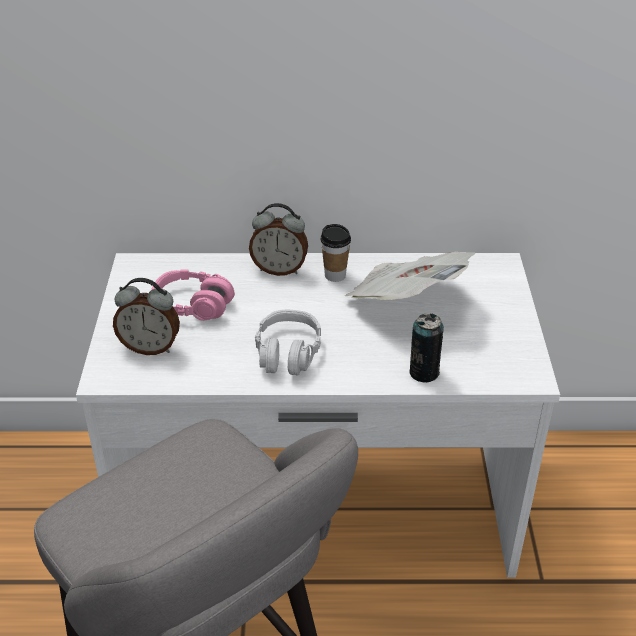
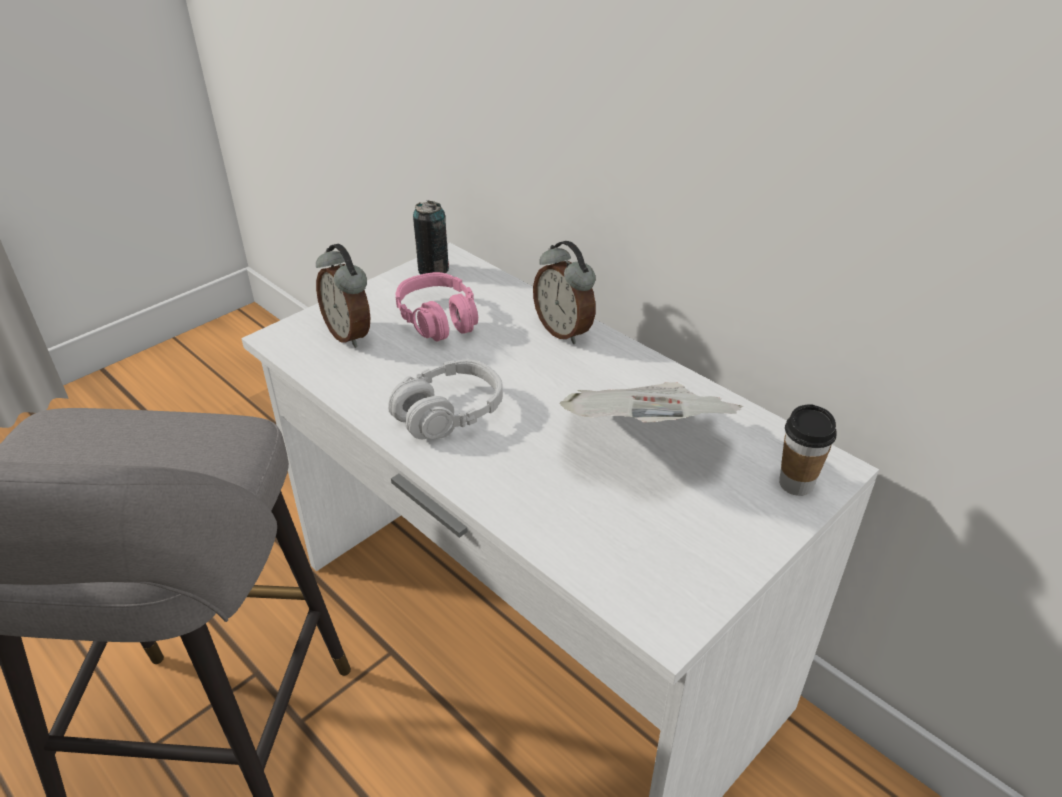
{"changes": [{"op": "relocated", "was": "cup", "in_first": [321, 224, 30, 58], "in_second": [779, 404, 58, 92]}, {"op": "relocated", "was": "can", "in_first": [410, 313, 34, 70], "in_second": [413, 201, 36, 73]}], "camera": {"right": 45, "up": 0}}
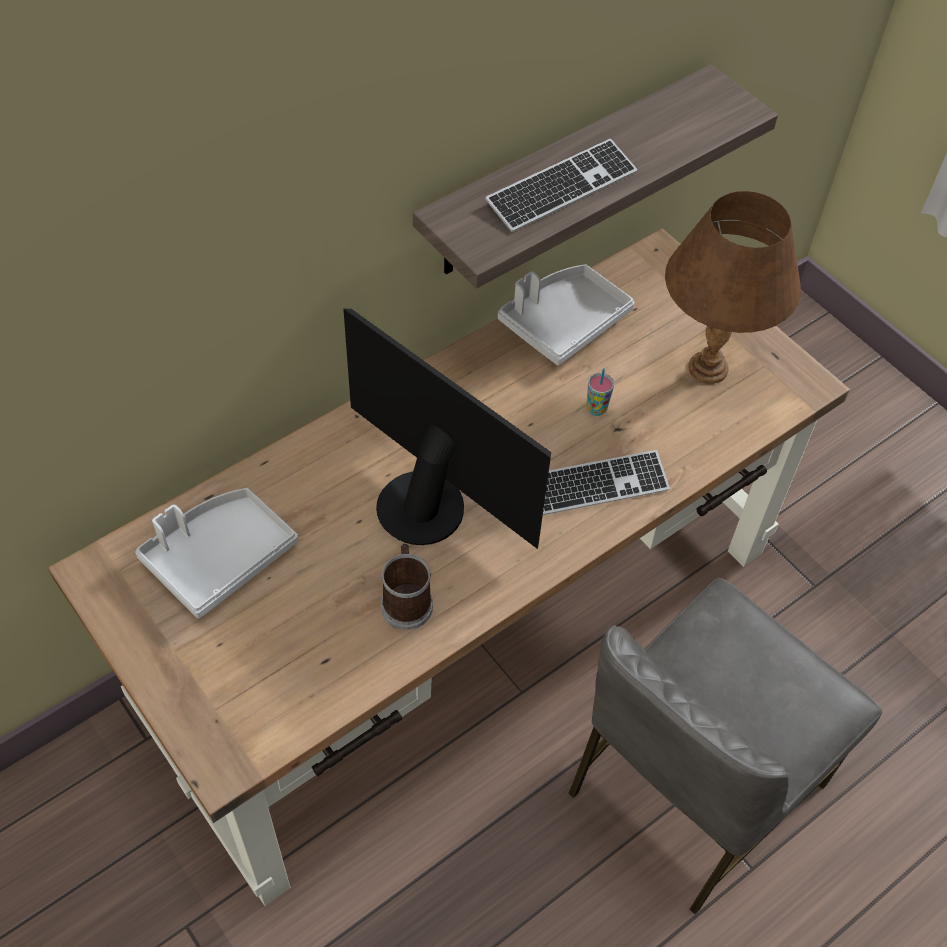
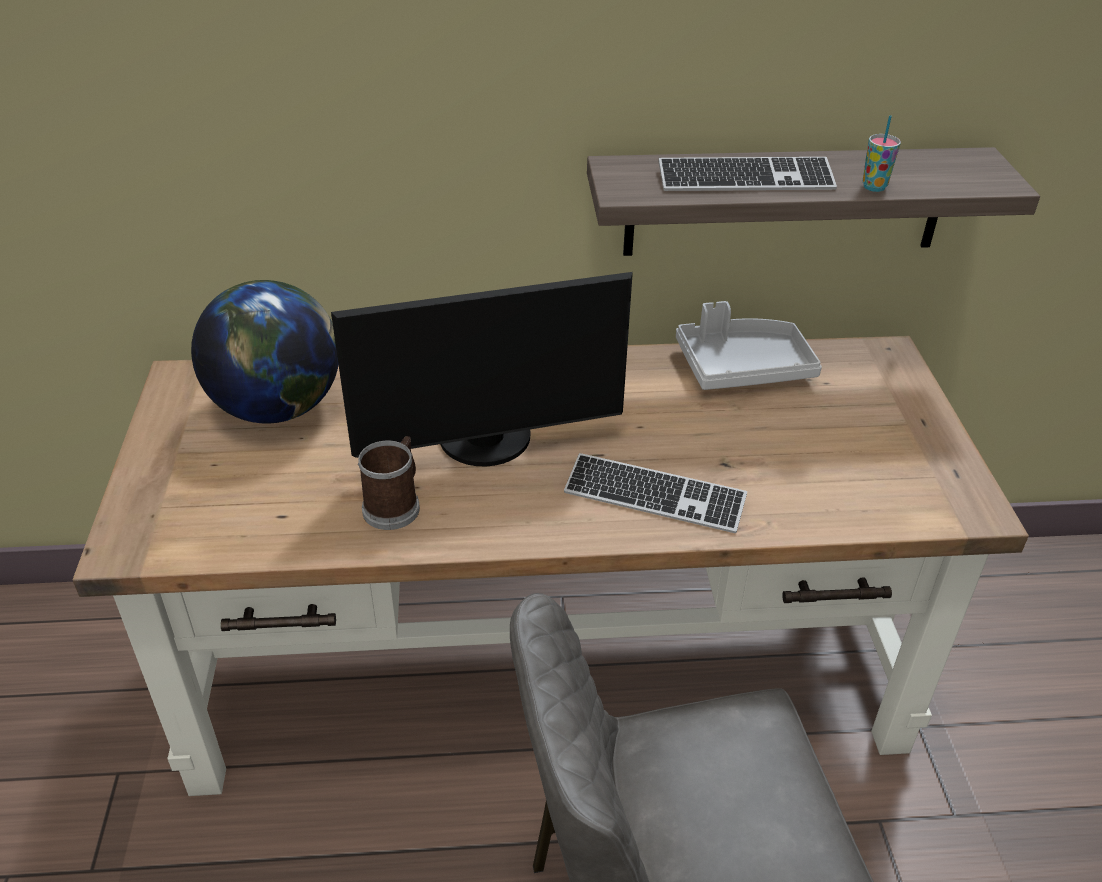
{"changes": [{"op": "missing", "was": "brown table lamp", "in_first": [665, 191, 136, 193]}, {"op": "spun", "was": "monitor", "in_first": [343, 309, 208, 240], "in_second": [331, 272, 302, 194], "clockwise": 90}, {"op": "relocated", "was": "cup", "in_first": [586, 368, 28, 48], "in_second": [863, 115, 38, 77]}, {"op": "exchanged", "was": "grey tray", "now": "globe", "in_first": [135, 488, 163, 130], "in_second": [191, 280, 147, 143]}], "camera": {"right": 35, "up": -15}}
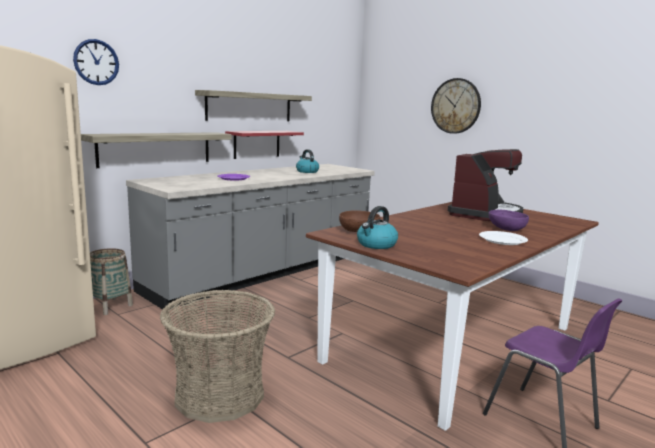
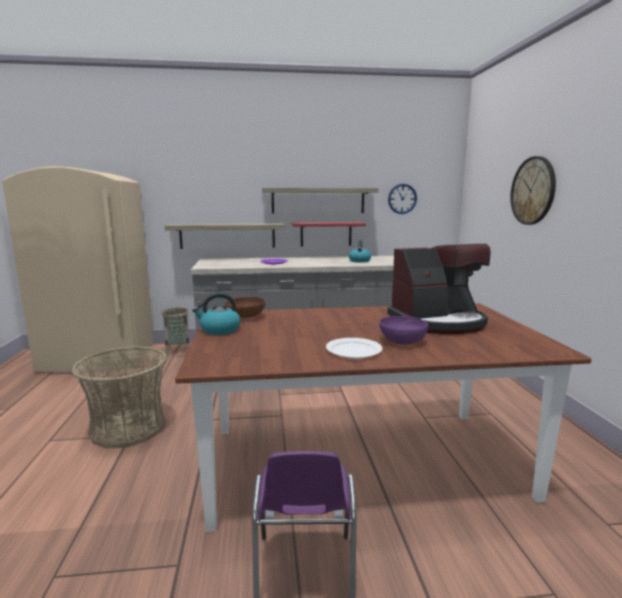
{"changes": [{"op": "relocated", "was": "wall clock", "in_first": [73, 39, 46, 46], "in_second": [388, 184, 29, 30]}], "camera": {"right": 40, "up": 0}}
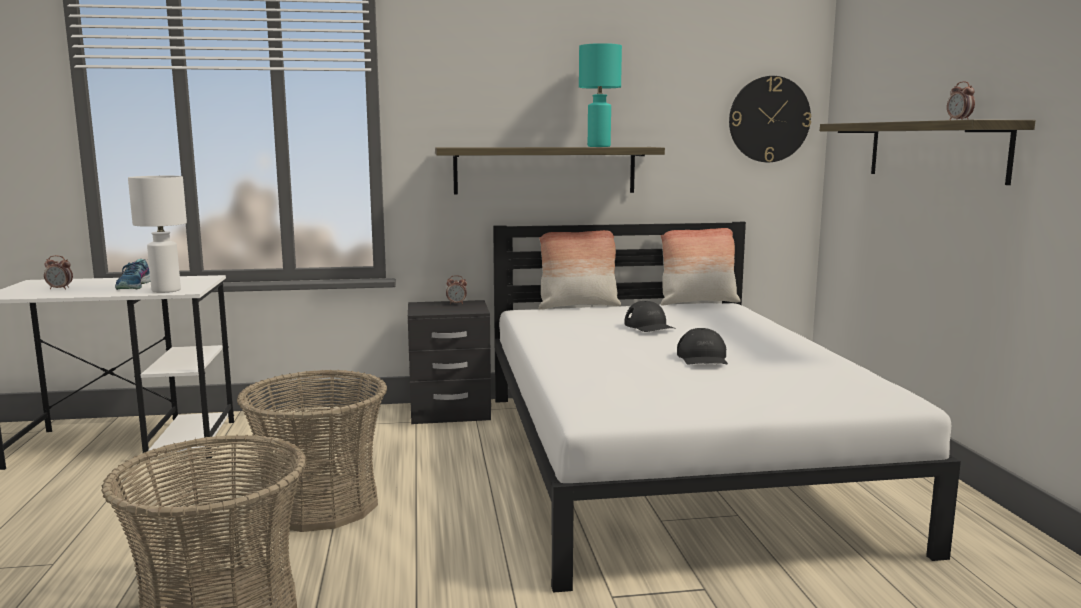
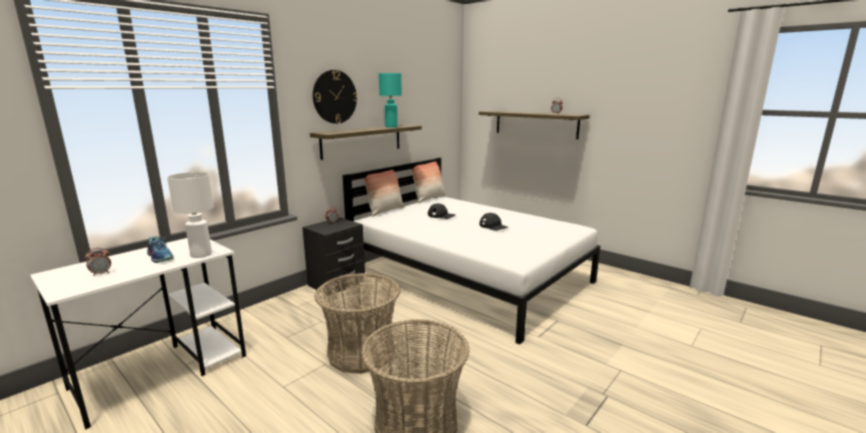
{"changes": [{"op": "relocated", "was": "wall clock", "in_first": [729, 76, 82, 86], "in_second": [313, 70, 45, 54]}], "camera": {"right": -40, "up": 5}}
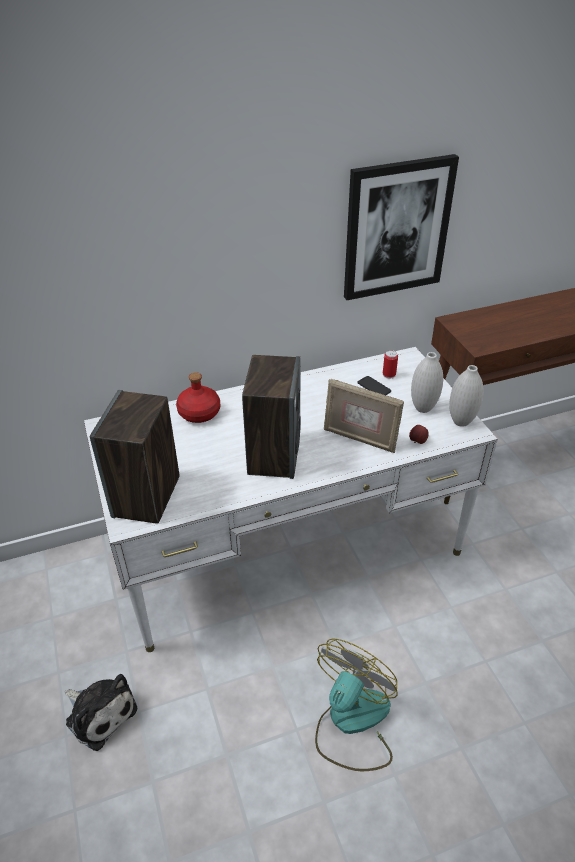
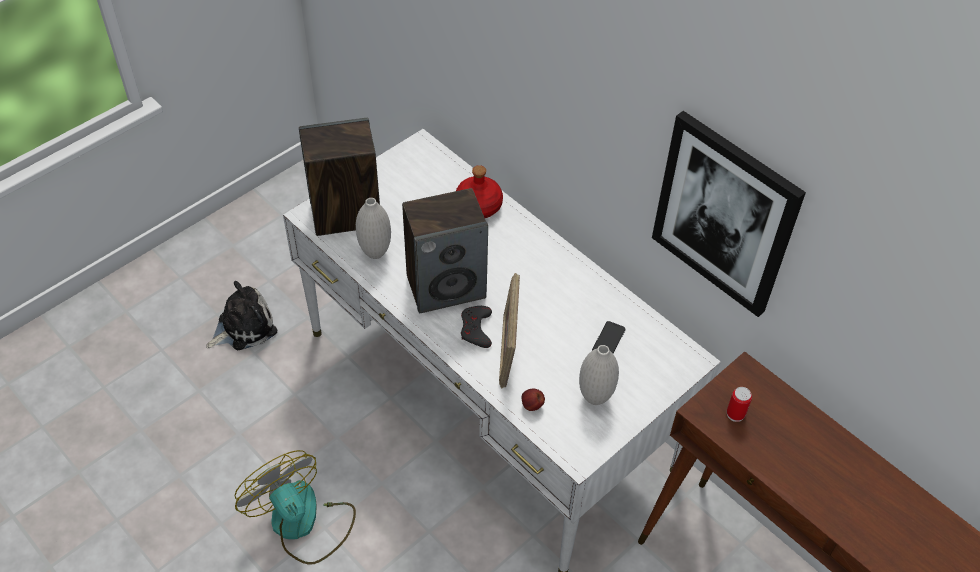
{"changes": [{"op": "relocated", "was": "can", "in_first": [383, 350, 15, 29], "in_second": [727, 387, 25, 35]}, {"op": "relocated", "was": "white vase", "in_first": [449, 365, 35, 62], "in_second": [356, 198, 35, 61]}, {"op": "spun", "was": "fan", "in_first": [315, 639, 83, 132], "in_second": [235, 450, 121, 115], "clockwise": -135}, {"op": "spun", "was": "plush toy", "in_first": [65, 674, 72, 77], "in_second": [206, 281, 71, 69], "clockwise": -135}, {"op": "appeared", "now": "grey game controller", "in_second": [461, 306, 31, 42]}], "camera": {"right": 65, "up": 10}}
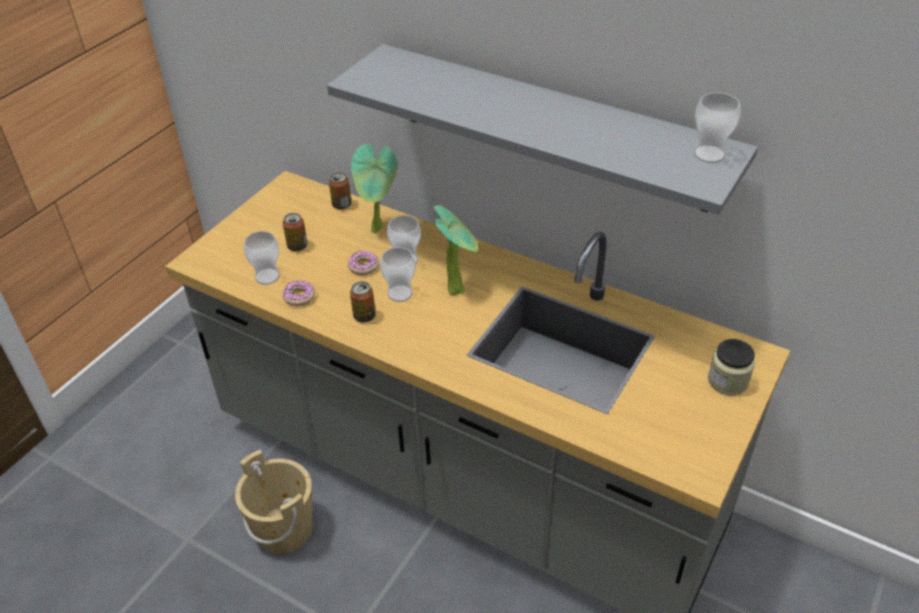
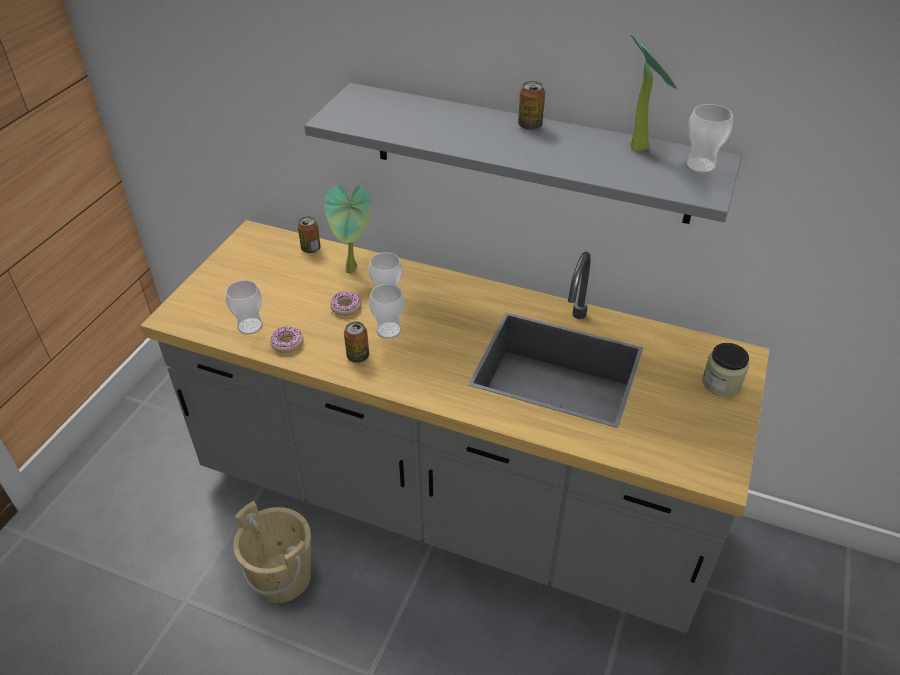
{"changes": [{"op": "relocated", "was": "potted plant", "in_first": [434, 205, 44, 90], "in_second": [630, 33, 47, 119]}, {"op": "relocated", "was": "can", "in_first": [283, 213, 25, 38], "in_second": [518, 81, 27, 49]}], "camera": {"right": -10, "up": 0}}
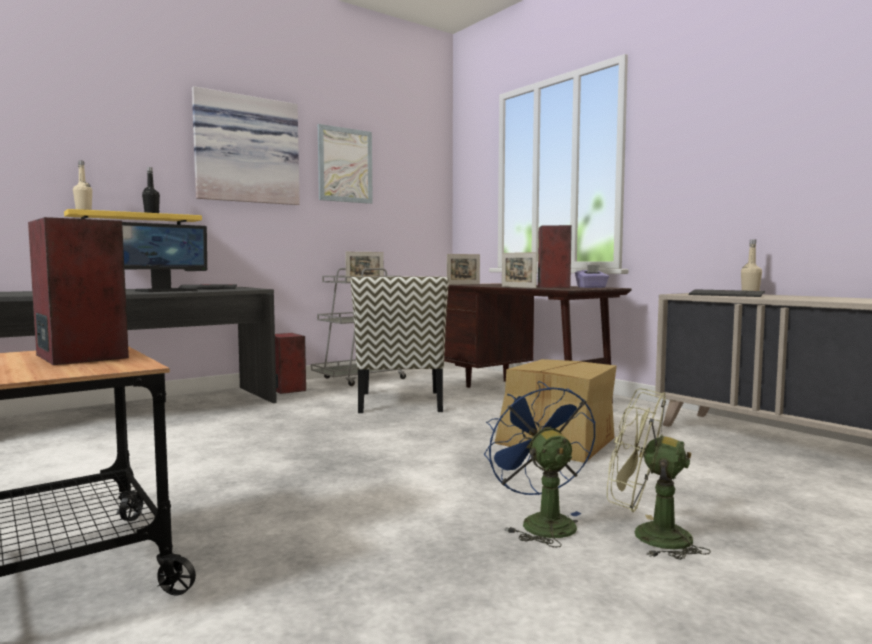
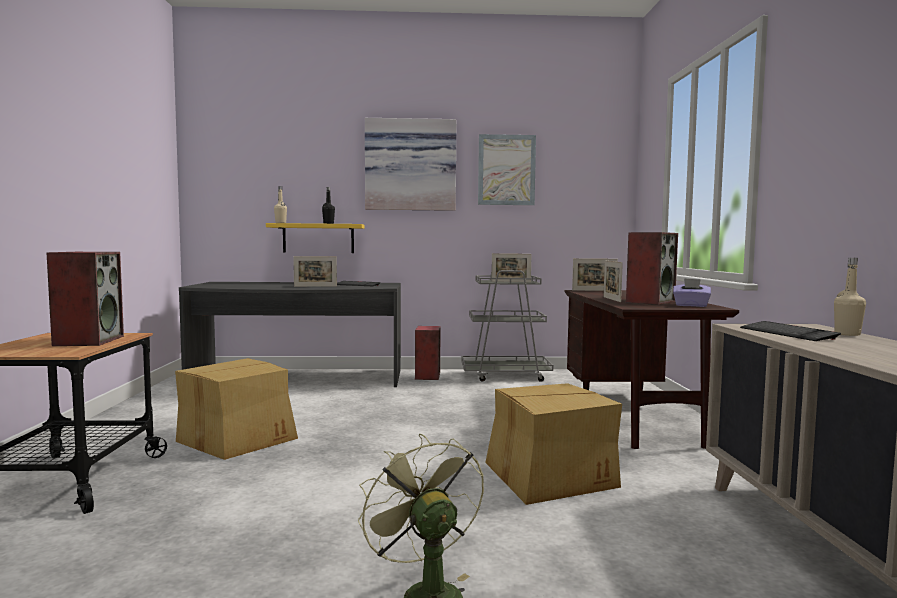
{"changes": [{"op": "exchanged", "was": "monitor", "now": "picture frame", "in_first": [122, 222, 85, 70], "in_second": [293, 256, 44, 31]}, {"op": "missing", "was": "chair", "in_first": [351, 277, 98, 136]}, {"op": "missing", "was": "blue fan", "in_first": [484, 381, 111, 167]}, {"op": "appeared", "now": "cardboard box", "in_second": [175, 358, 123, 102]}], "camera": {"right": 35, "up": 0}}
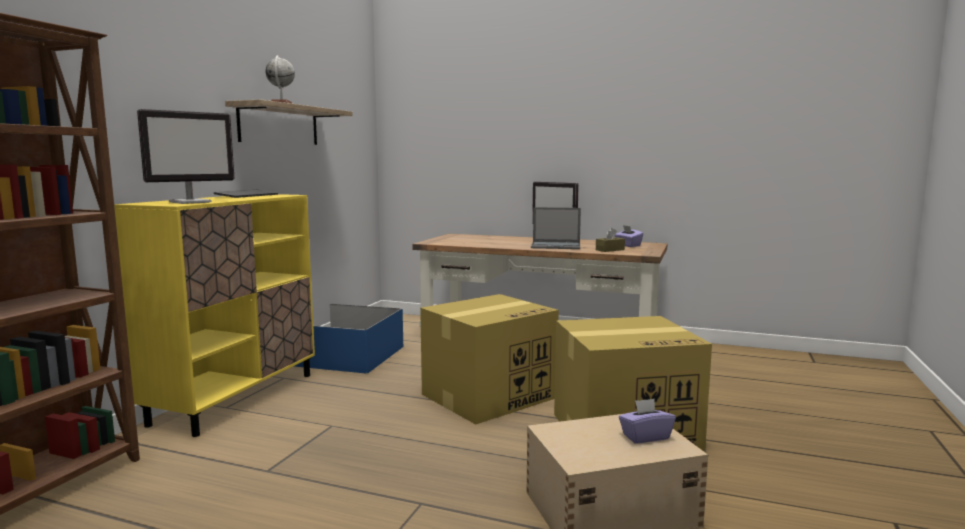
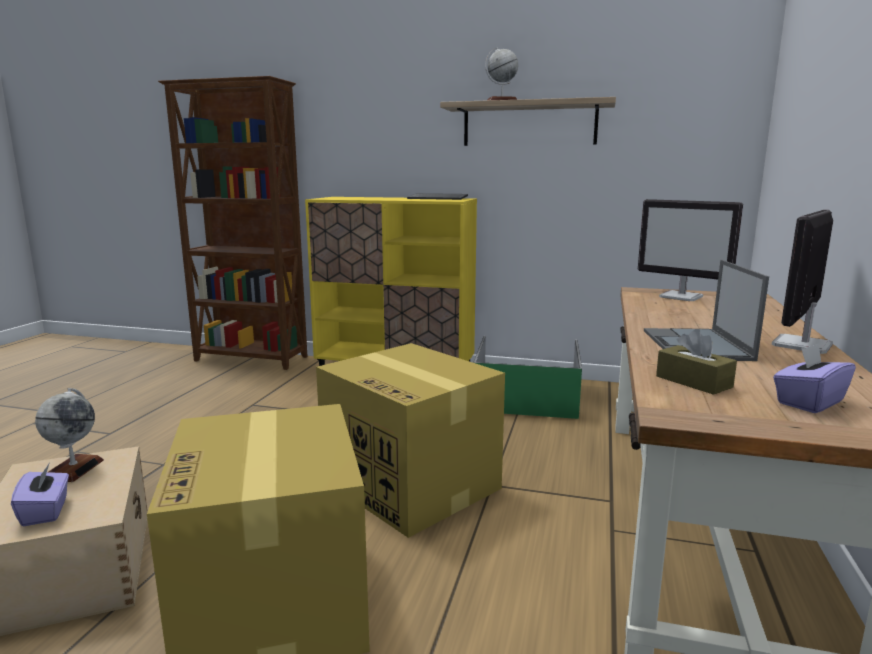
{"changes": [{"op": "relocated", "was": "monitor", "in_first": [137, 109, 98, 95], "in_second": [638, 199, 105, 102]}, {"op": "colour", "was": "blue storage box", "now": "green storage box", "in_first": [294, 304, 109, 70], "in_second": [473, 336, 109, 83]}, {"op": "appeared", "now": "globe", "in_second": [35, 388, 69, 94]}], "camera": {"right": 85, "up": 5}}
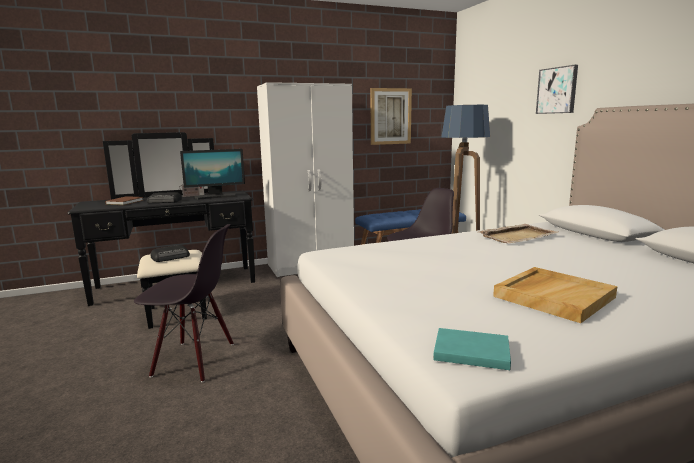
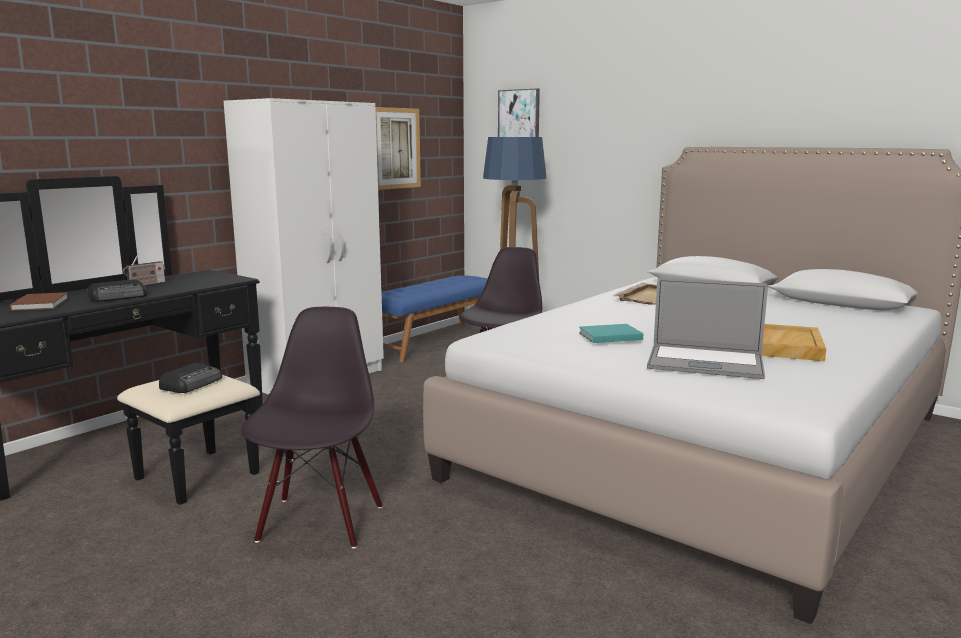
{"changes": [{"op": "relocated", "was": "picture", "in_first": [536, 65, 42, 49], "in_second": [498, 88, 42, 49]}, {"op": "missing", "was": "monitor", "in_first": [180, 149, 65, 51]}, {"op": "spun", "was": "black chair", "in_first": [134, 224, 100, 158], "in_second": [241, 307, 142, 242], "clockwise": -60}, {"op": "relocated", "was": "turquoise book", "in_first": [433, 328, 78, 42], "in_second": [579, 324, 64, 19]}, {"op": "appeared", "now": "laptop", "in_second": [647, 277, 121, 102]}], "camera": {"right": -30, "up": 0}}
